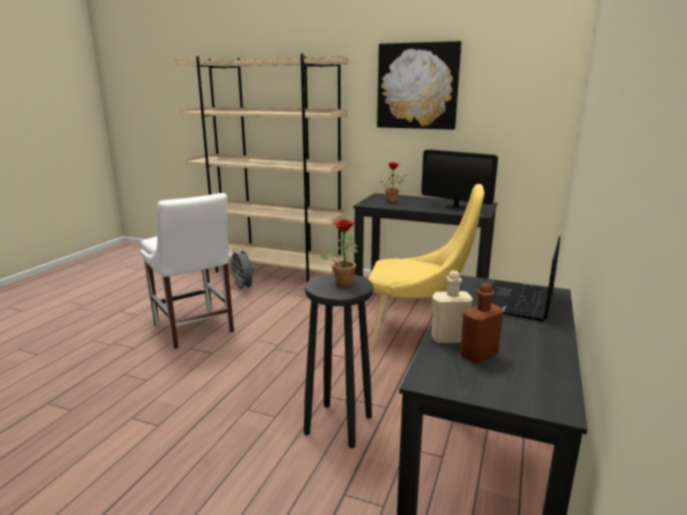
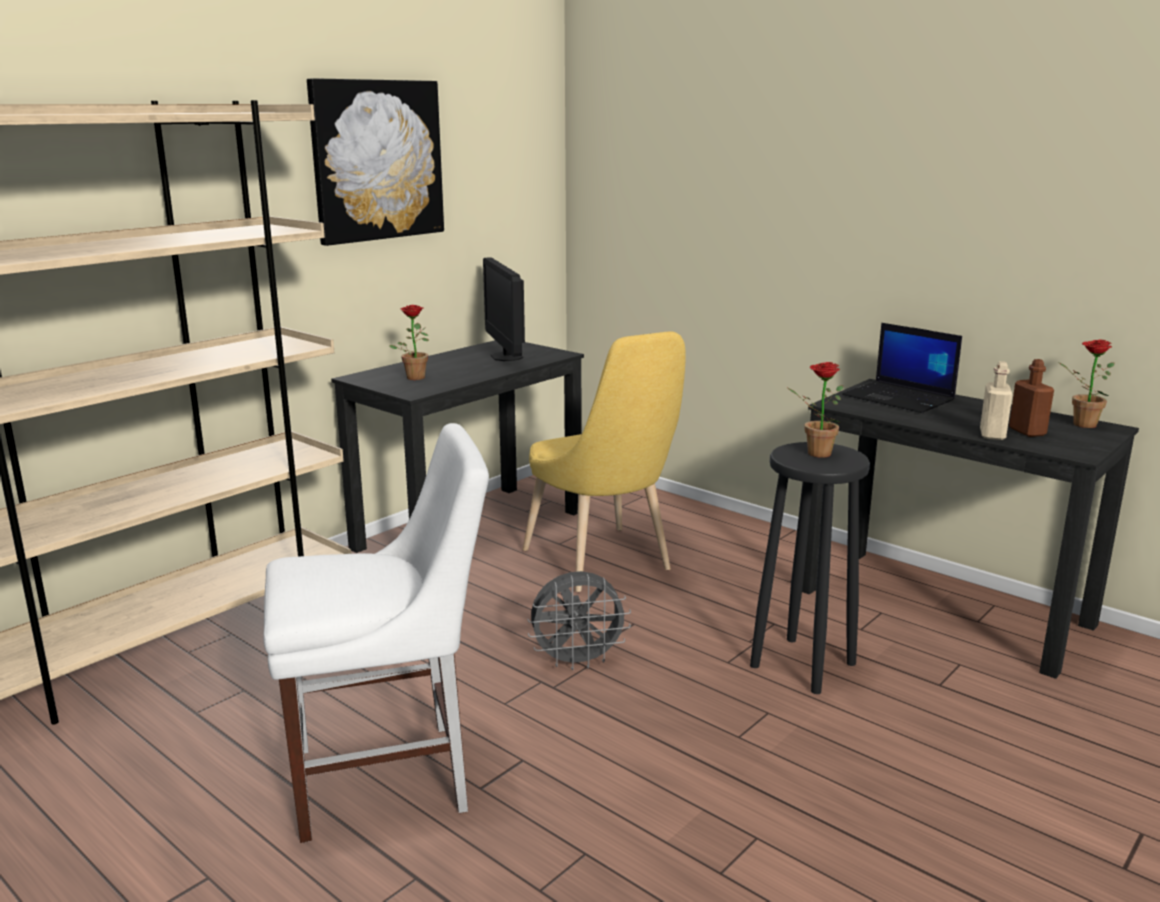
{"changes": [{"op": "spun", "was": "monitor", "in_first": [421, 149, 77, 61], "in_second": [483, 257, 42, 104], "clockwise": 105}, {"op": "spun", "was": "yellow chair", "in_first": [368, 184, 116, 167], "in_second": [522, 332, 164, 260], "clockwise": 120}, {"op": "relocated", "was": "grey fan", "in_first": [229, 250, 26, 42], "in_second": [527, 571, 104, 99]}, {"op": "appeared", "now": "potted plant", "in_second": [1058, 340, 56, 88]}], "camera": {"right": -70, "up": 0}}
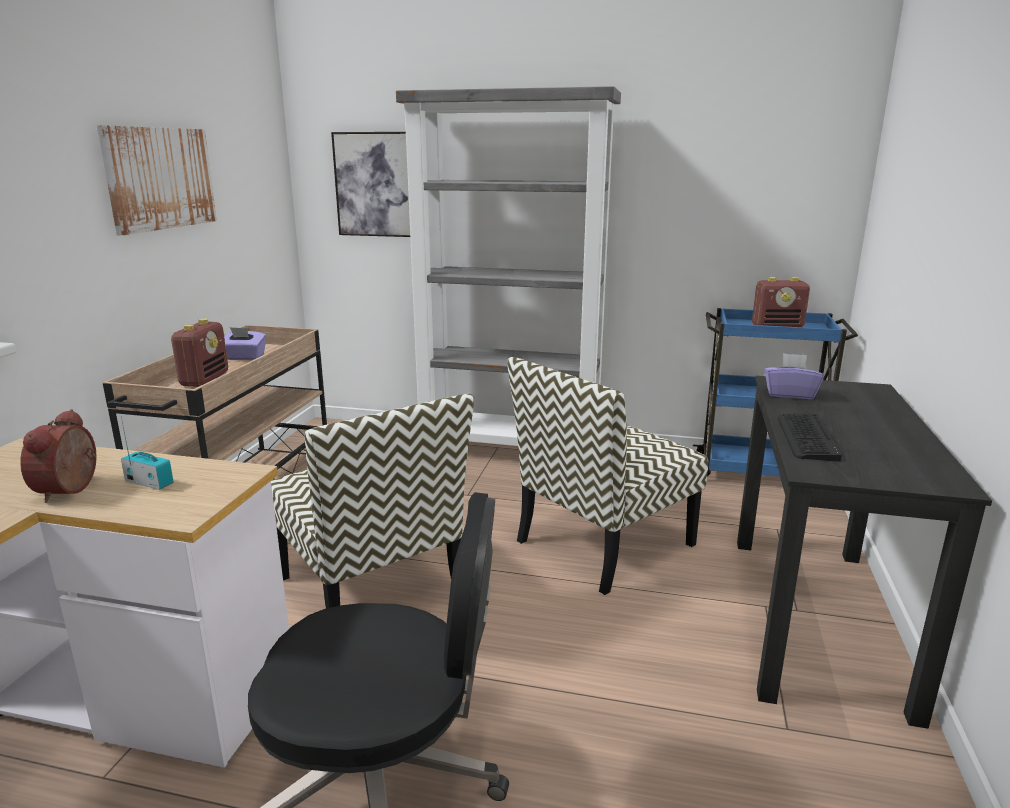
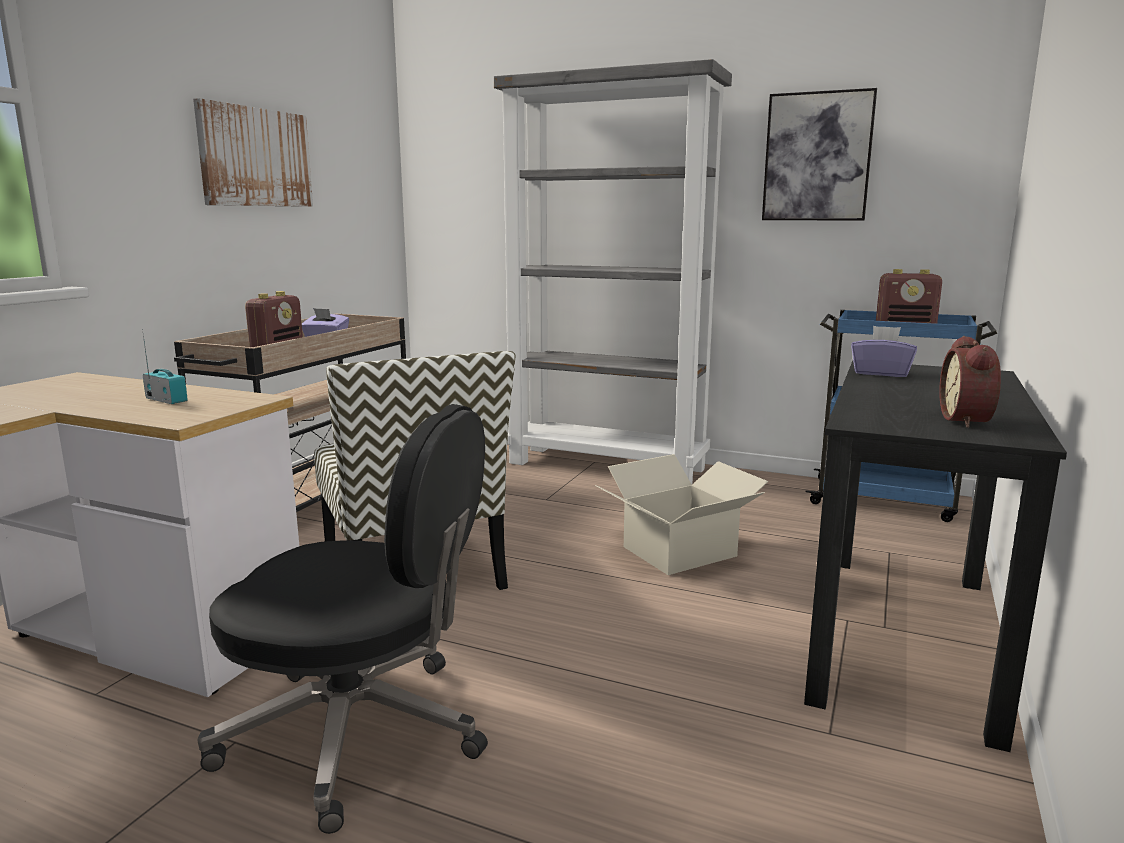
{"changes": [{"op": "relocated", "was": "picture", "in_first": [331, 132, 79, 105], "in_second": [762, 88, 115, 132]}, {"op": "exchanged", "was": "chair", "now": "cardboard box", "in_first": [507, 357, 201, 238], "in_second": [595, 454, 173, 121]}, {"op": "relocated", "was": "alarm clock", "in_first": [20, 409, 77, 94], "in_second": [939, 336, 62, 92]}, {"op": "missing", "was": "keyboard", "in_first": [778, 414, 64, 48]}], "camera": {"right": 10, "up": -5}}
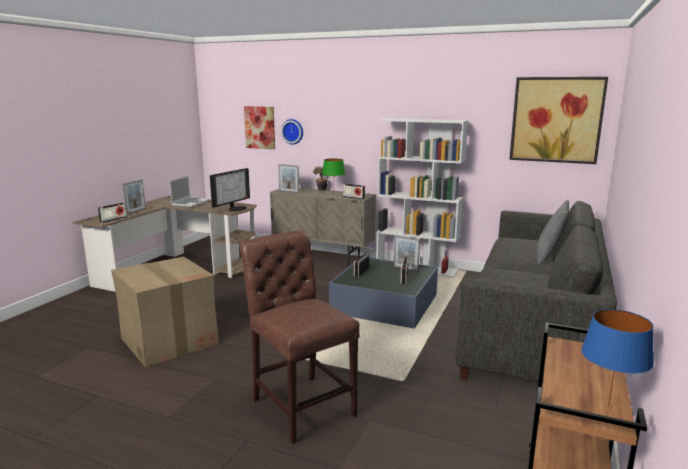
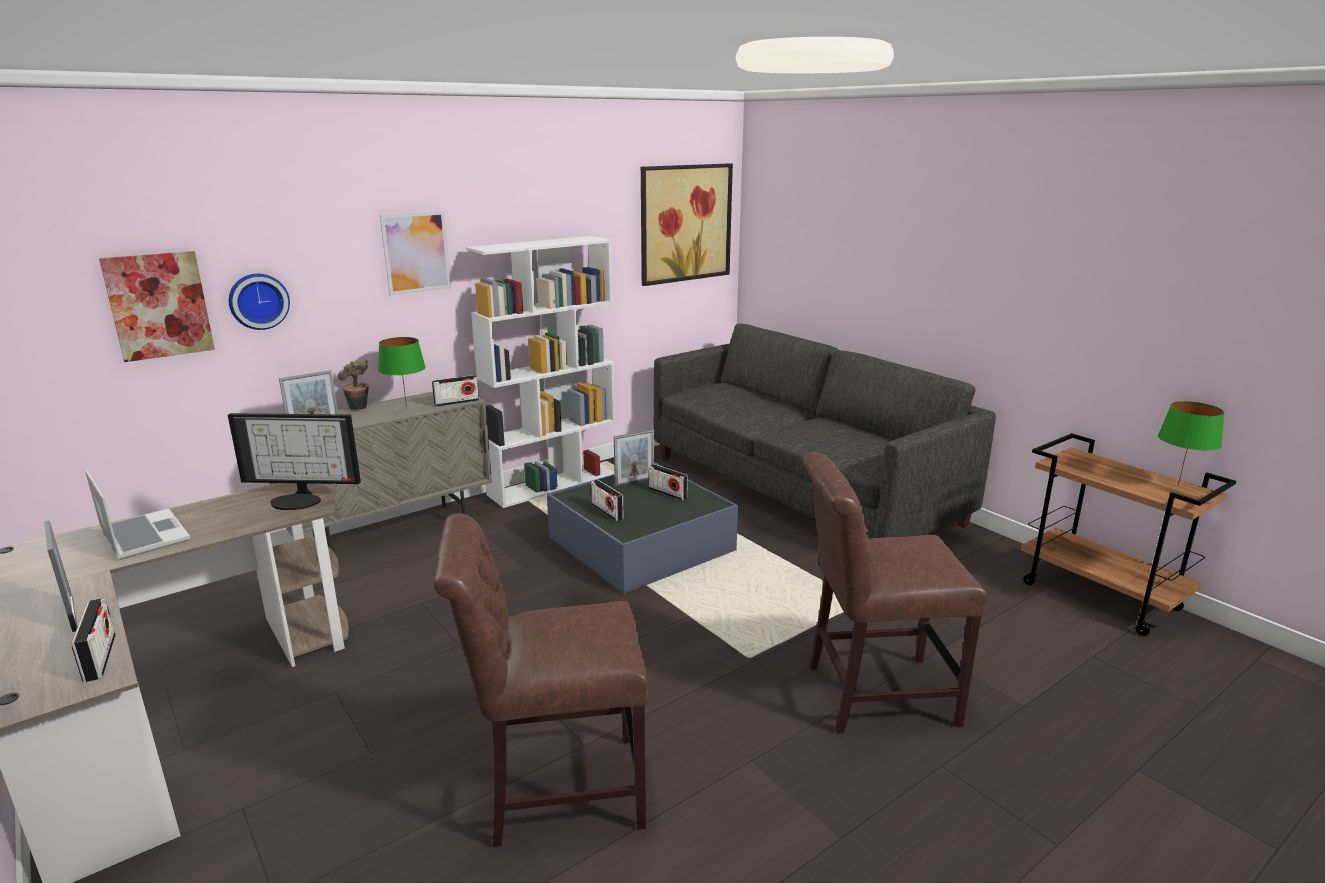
{"changes": [{"op": "spun", "was": "monitor", "in_first": [210, 168, 40, 43], "in_second": [228, 413, 133, 97], "clockwise": 120}, {"op": "missing", "was": "grey pillow", "in_first": [537, 200, 32, 65]}, {"op": "exchanged", "was": "cardboard box", "now": "brown chair", "in_first": [111, 257, 108, 111], "in_second": [433, 513, 215, 334]}, {"op": "colour", "was": "blue table lamp", "now": "green table lamp", "in_first": [581, 309, 73, 98], "in_second": [1158, 401, 66, 85]}, {"op": "appeared", "now": "picture", "in_second": [380, 211, 71, 85]}], "camera": {"right": -60, "up": 5}}
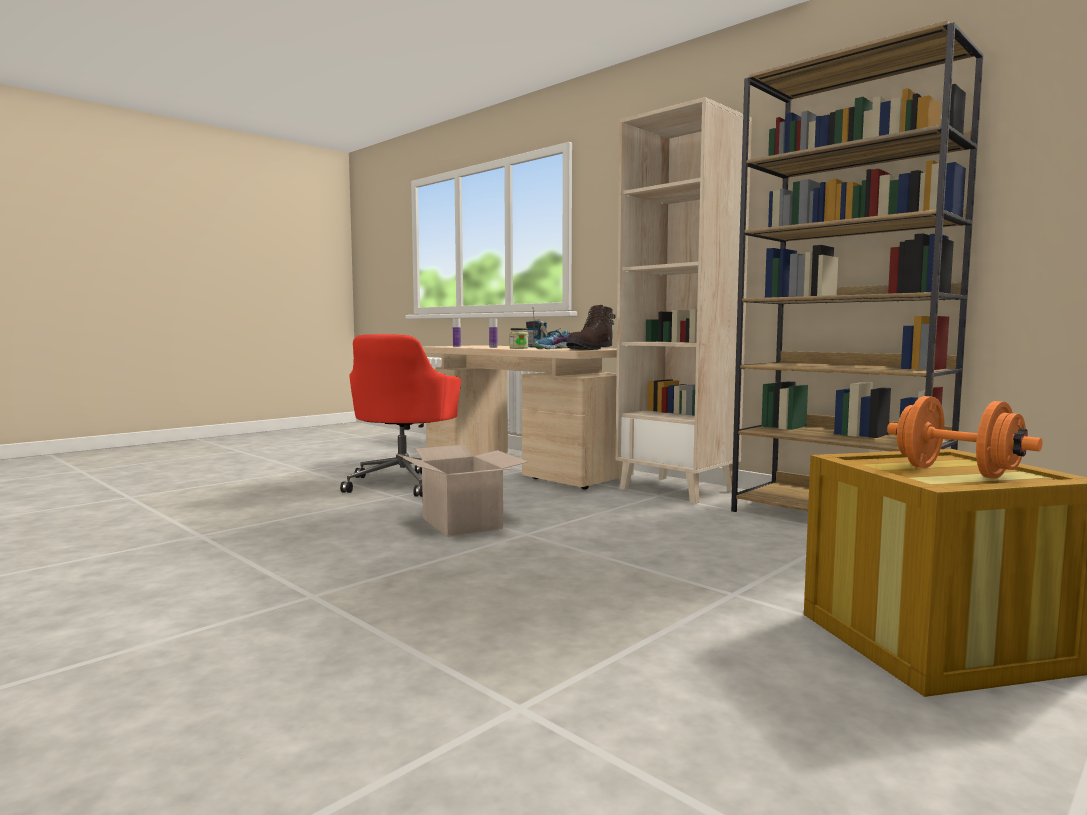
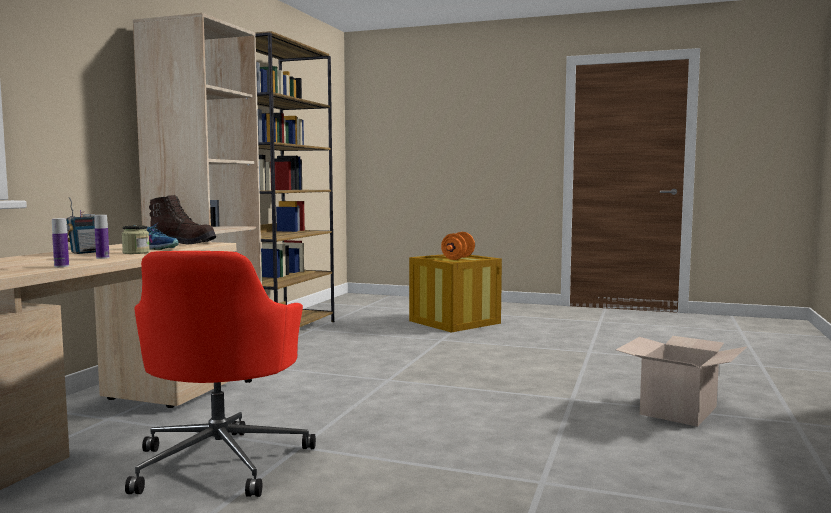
{"changes": [{"op": "spun", "was": "red office chair", "in_first": [340, 334, 121, 163], "in_second": [125, 251, 191, 246], "clockwise": 105}, {"op": "relocated", "was": "cardboard box", "in_first": [397, 445, 131, 92], "in_second": [616, 336, 131, 91]}], "camera": {"right": -115, "up": 0}}
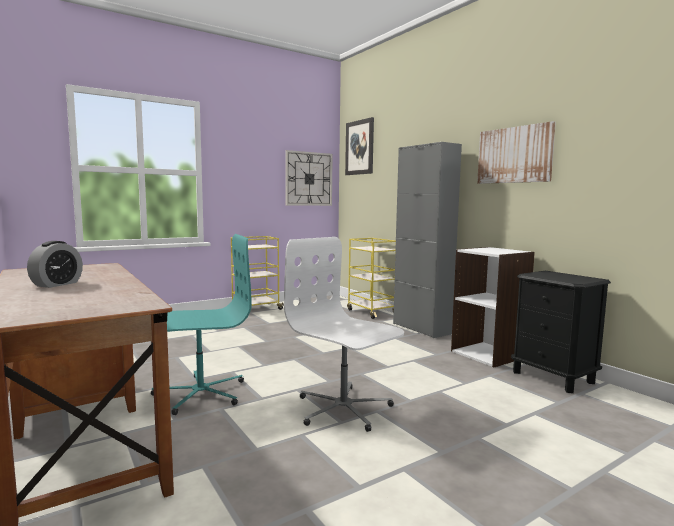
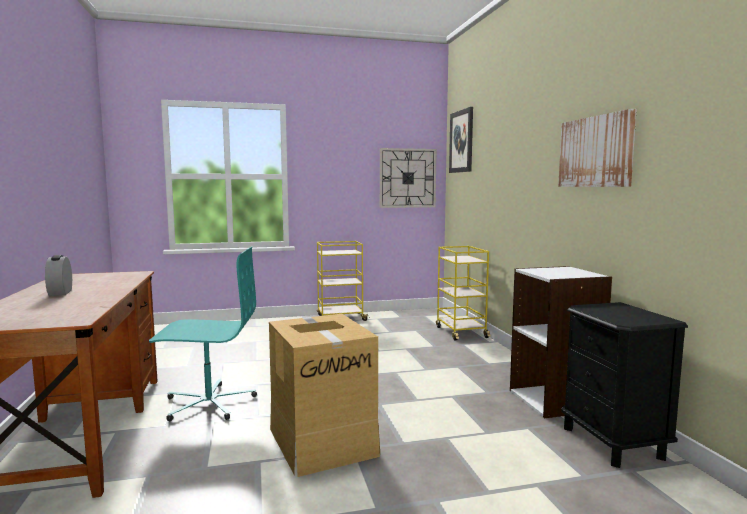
{"changes": [{"op": "missing", "was": "grey cabinet", "in_first": [393, 142, 69, 196]}, {"op": "exchanged", "was": "white office chair", "now": "cardboard box", "in_first": [284, 237, 120, 195], "in_second": [269, 314, 111, 163]}, {"op": "spun", "was": "alarm clock", "in_first": [27, 241, 56, 47], "in_second": [45, 255, 27, 41], "clockwise": 120}], "camera": {"right": 20, "up": 0}}
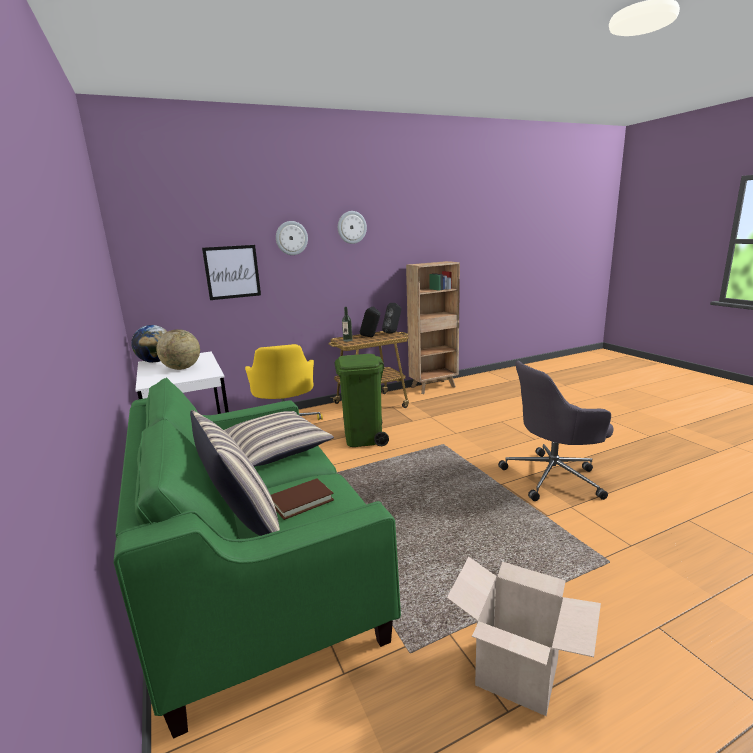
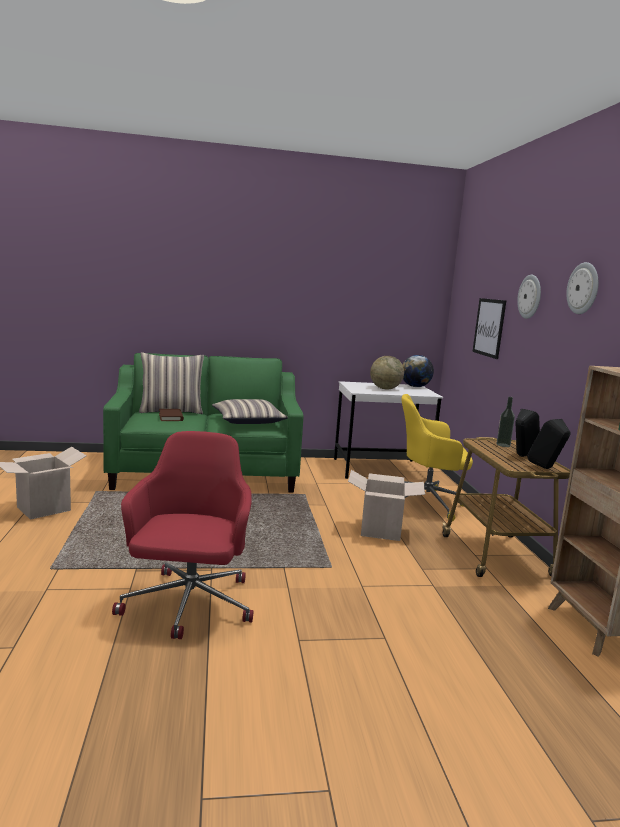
{"changes": [{"op": "exchanged", "was": "green trash can", "now": "cardboard box", "in_first": [335, 354, 54, 93], "in_second": [348, 470, 77, 71]}, {"op": "colour", "was": "grey office chair", "now": "red office chair", "in_first": [498, 361, 116, 140], "in_second": [112, 431, 141, 208]}], "camera": {"right": 105, "up": -5}}
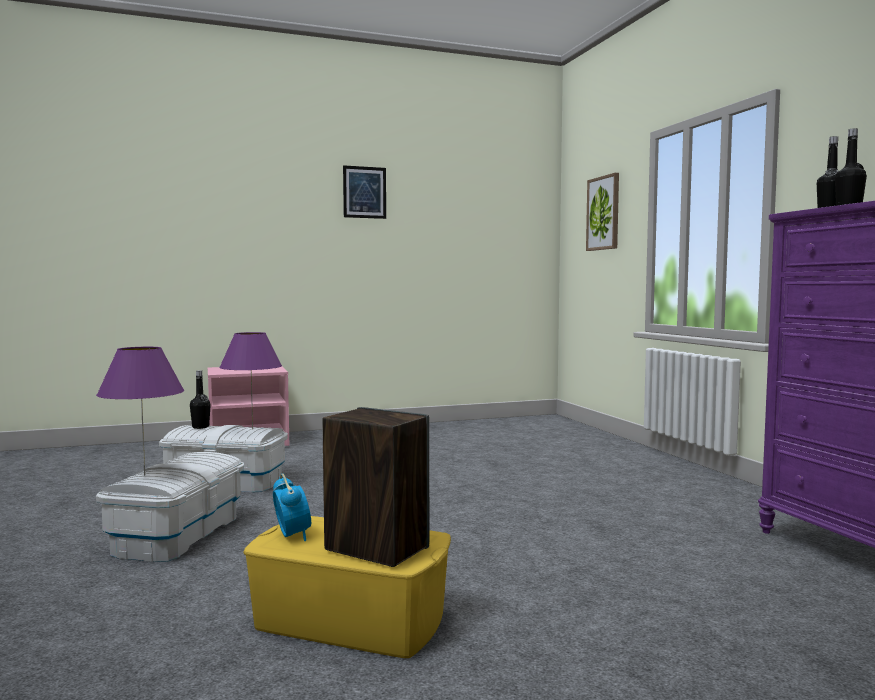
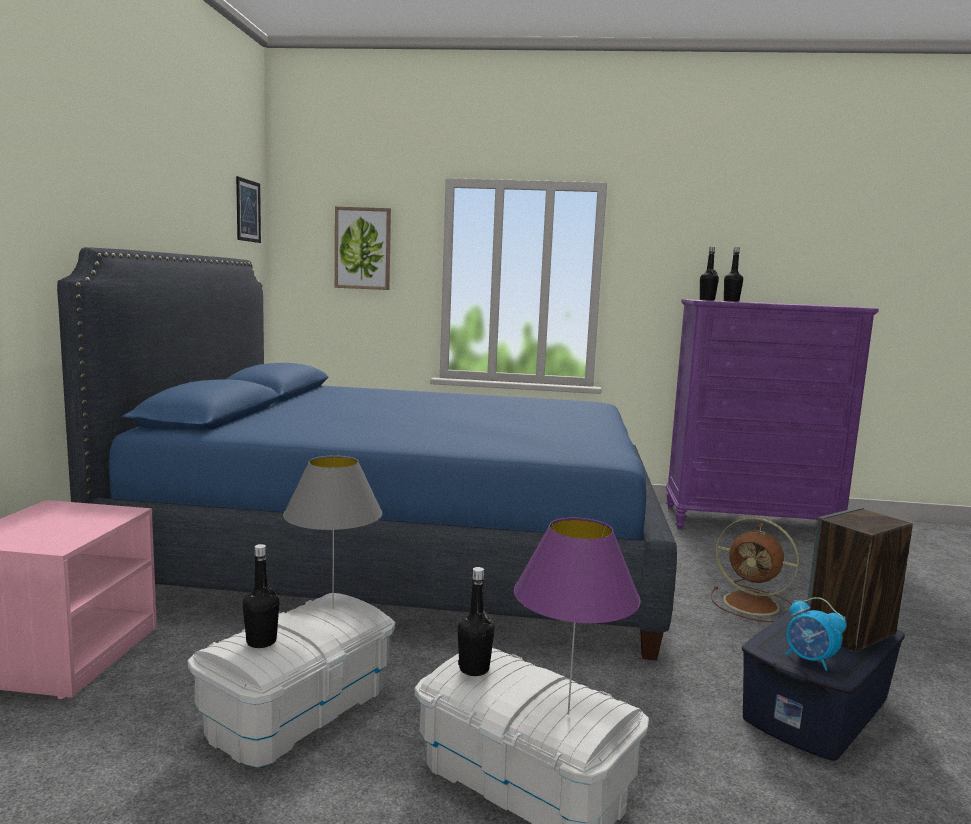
{"changes": [{"op": "relocated", "was": "picture", "in_first": [343, 165, 43, 54], "in_second": [236, 176, 25, 67]}, {"op": "colour", "was": "purple table lamp", "now": "grey table lamp", "in_first": [219, 332, 63, 97], "in_second": [283, 455, 100, 154]}, {"op": "spun", "was": "alarm clock", "in_first": [273, 473, 38, 68], "in_second": [786, 597, 60, 74], "clockwise": -135}, {"op": "colour", "was": "yellow storage box", "now": "blue storage box", "in_first": [244, 516, 207, 142], "in_second": [742, 601, 163, 160]}, {"op": "appeared", "now": "blue bed", "in_second": [57, 247, 620, 413]}, {"op": "appeared", "now": "brown fan", "in_second": [711, 517, 88, 105]}, {"op": "appeared", "now": "black bottle", "in_second": [457, 567, 37, 109]}], "camera": {"right": -65, "up": 5}}
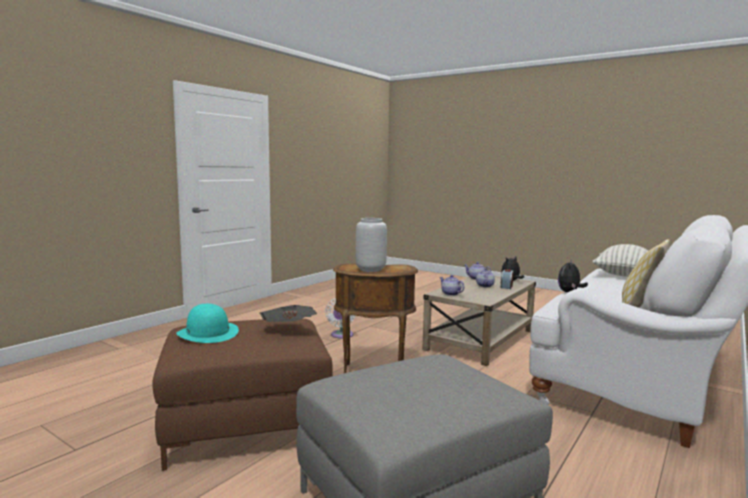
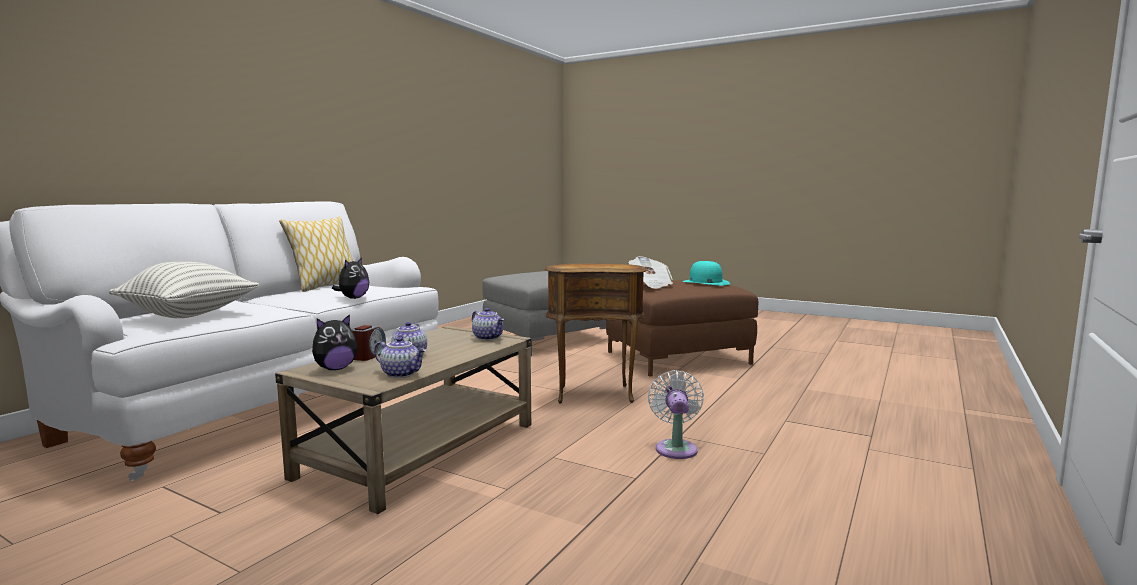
{"changes": [{"op": "missing", "was": "grey vase", "in_first": [356, 218, 31, 54]}], "camera": {"right": 175, "up": 0}}
